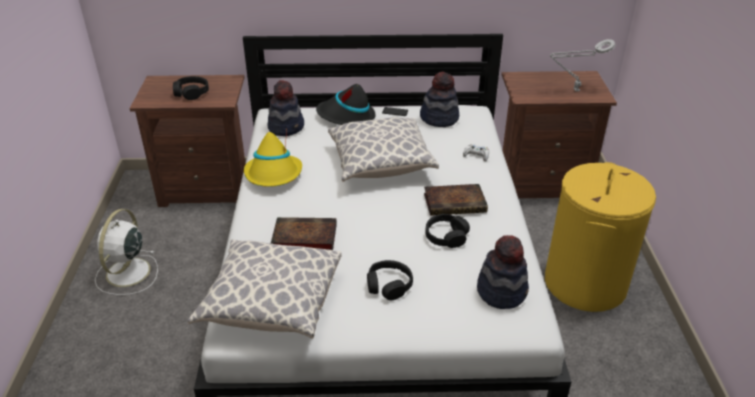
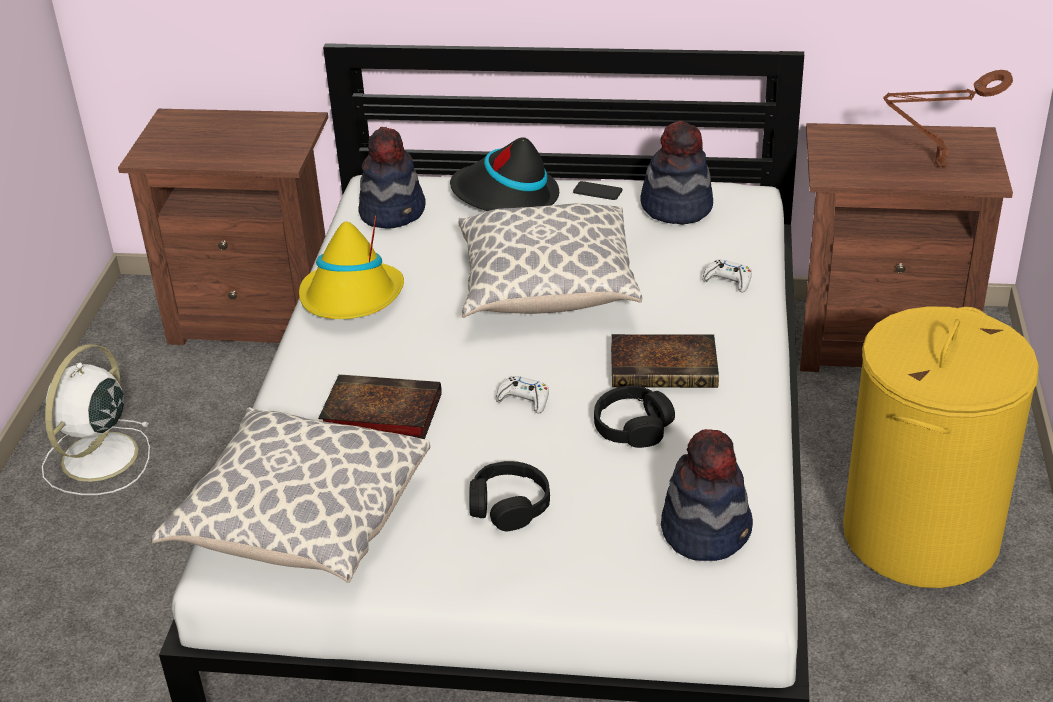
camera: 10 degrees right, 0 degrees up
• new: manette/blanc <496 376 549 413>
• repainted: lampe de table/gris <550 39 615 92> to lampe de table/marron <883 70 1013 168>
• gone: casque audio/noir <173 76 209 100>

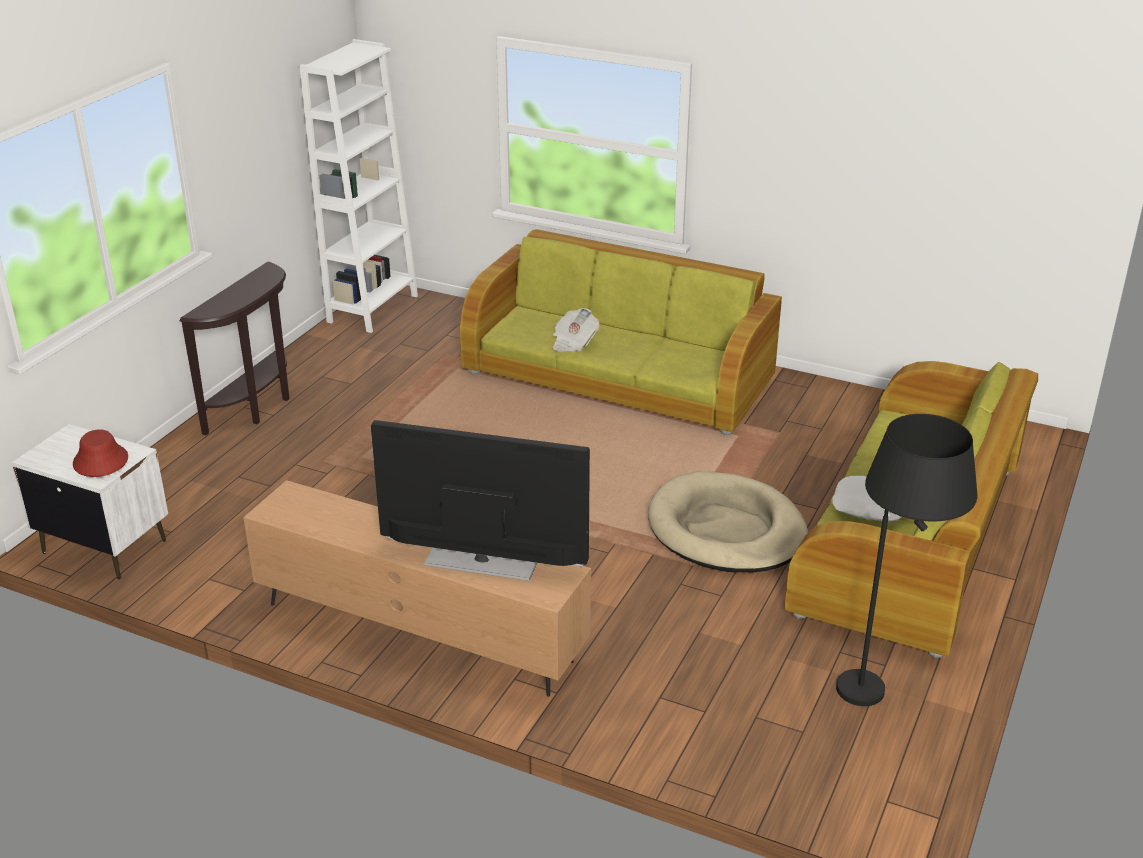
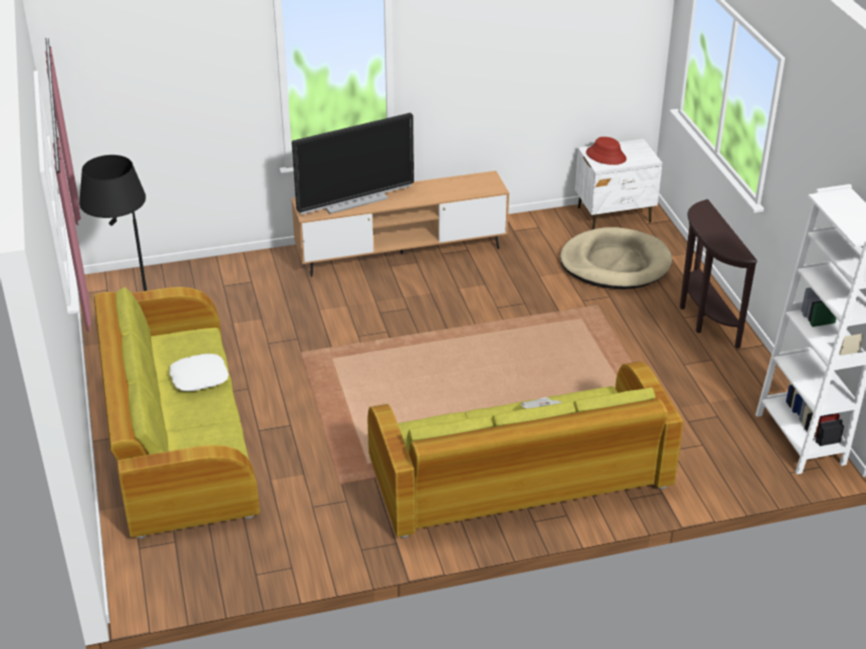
camera: 140 degrees right, 5 degrees up
• shifted: panier pour chien/beige <648 471 808 572> to <560 227 672 289>

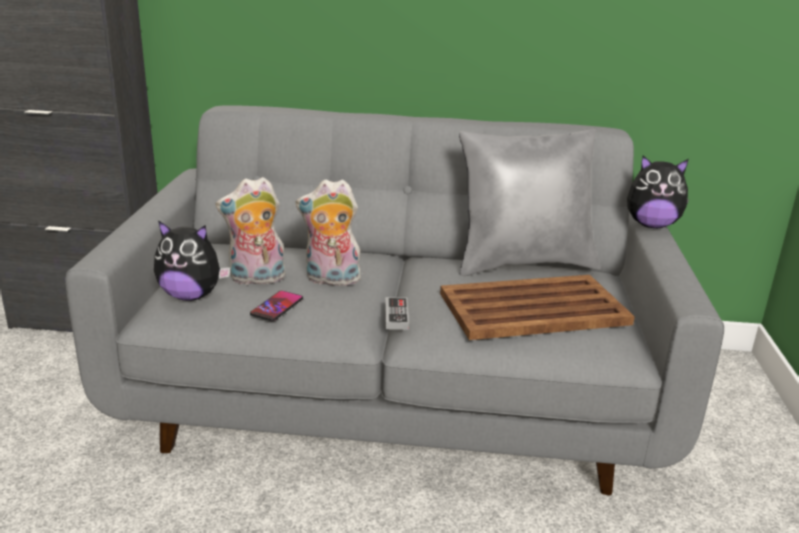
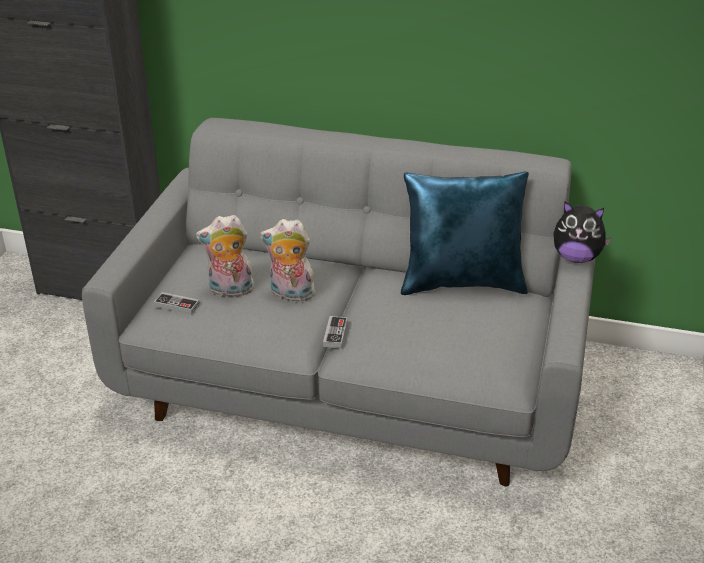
camera: 10 degrees right, 10 degrees up
• swapped: peluche <154 220 231 301> to manette <154 292 200 315>
• repainted: coussin/gris <459 129 601 276> to coussin/bleu <401 171 529 295>
• gone: téléphone <250 291 303 321>
• gone: plateau/marron <440 275 635 340>

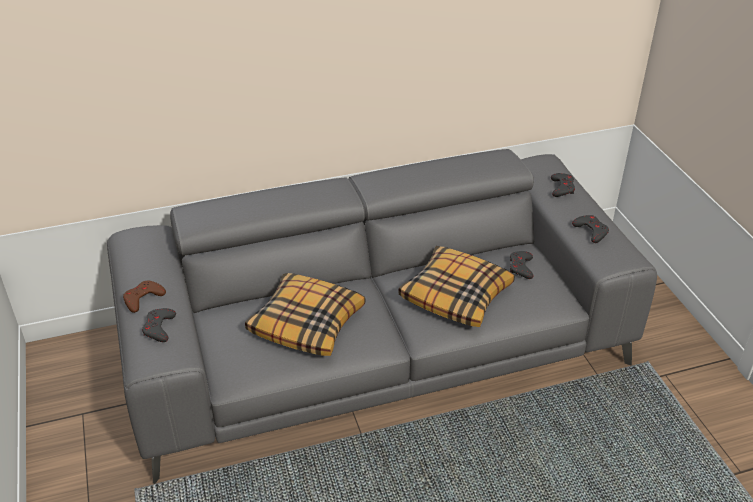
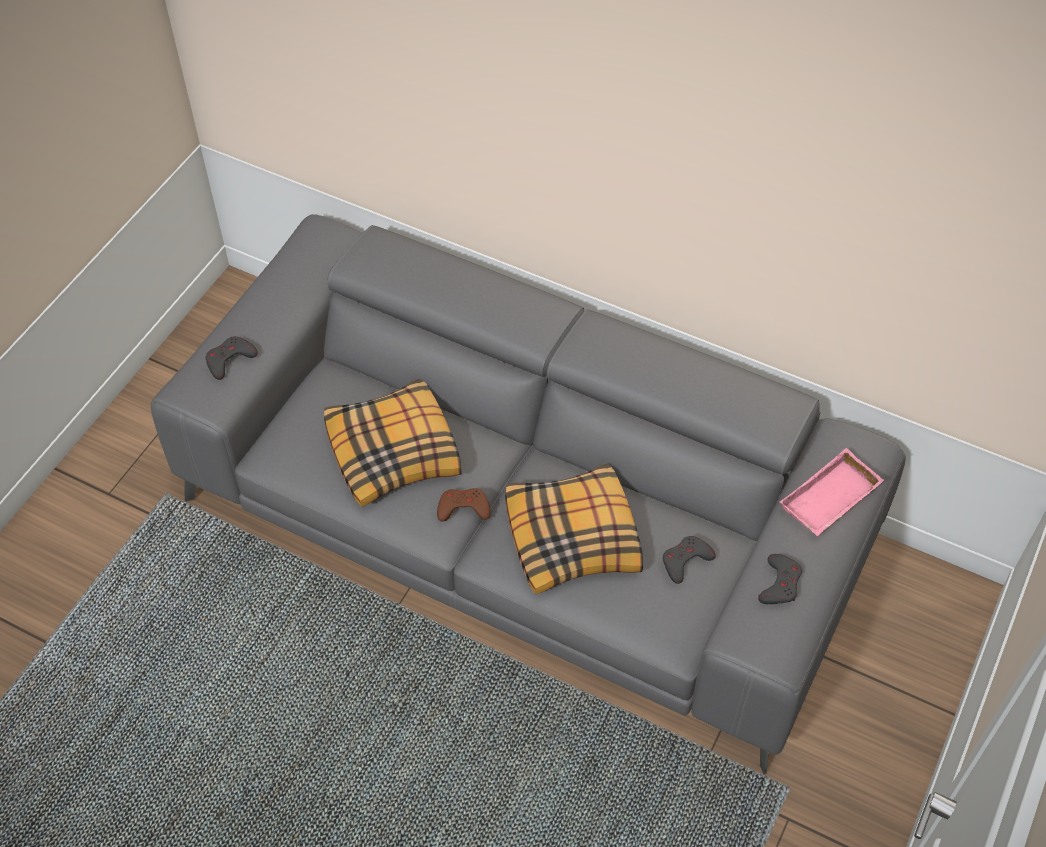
camera: 45 degrees right, 15 degrees up
• shifted: manette/marron <123 280 166 313> to <437 488 491 522>
• swapped: manette/gris <551 173 575 197> to plateau/rose <780 448 884 536>

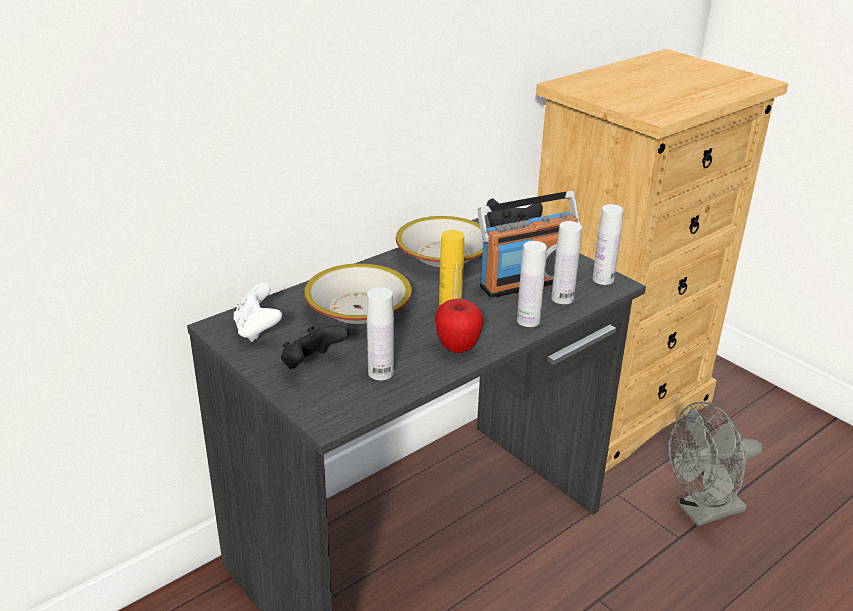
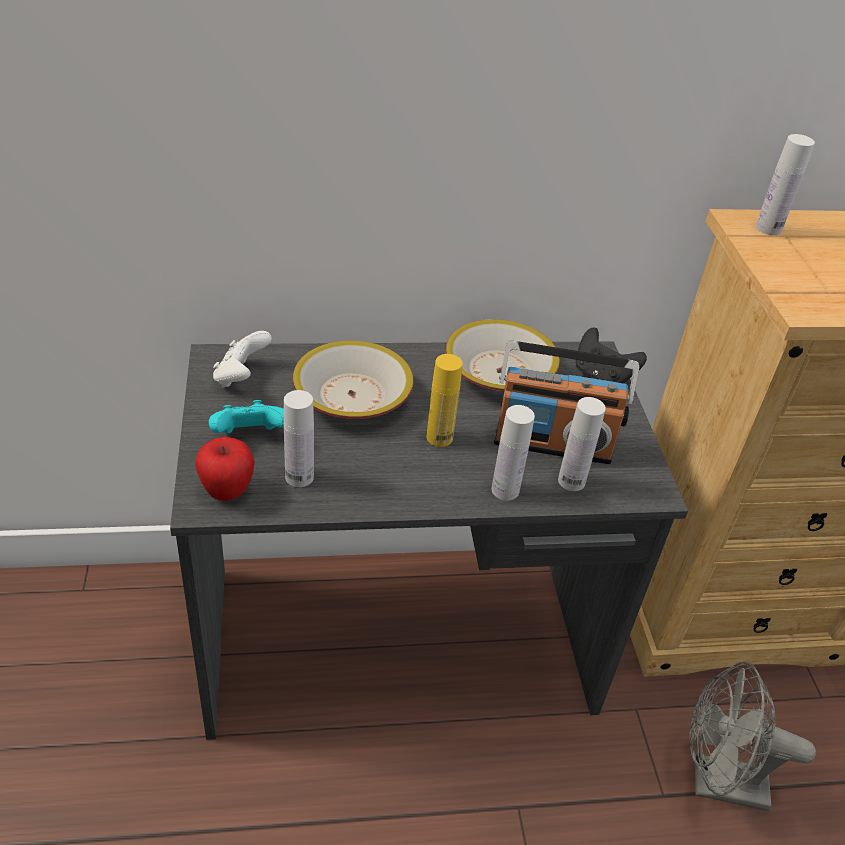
camera: 30 degrees right, 10 degrees up
• shifted: pomme <435 299 484 353> to <195 437 255 501>
• repainted: manette/noir <281 324 350 369> to manette/turquoise <209 400 284 434>
• shifted: bouteille/blanc <592 204 624 285> to <756 134 815 235>

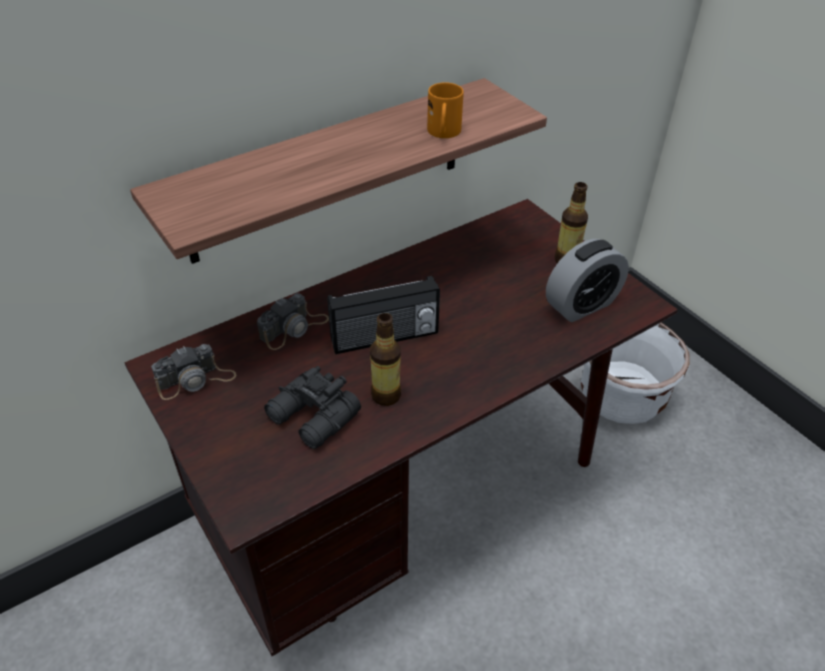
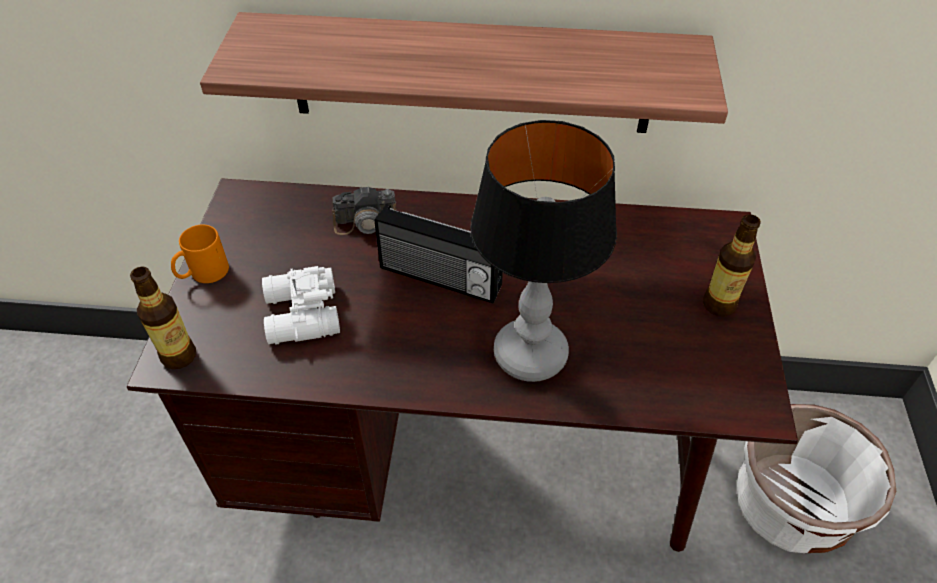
camera: 40 degrees right, 5 degrees up
• shifted: bouteille <370 313 401 406> to <130 267 196 369>
• shifted: mug/orange <427 82 464 138> to <171 224 229 283>
• repainted: jumelles/noir <264 366 361 449> to jumelles/blanc <262 266 340 344>
• new: lampe de table <470 120 617 382>
• gone: appareil photo <151 344 237 400>
• gone: réveil <546 239 629 322>

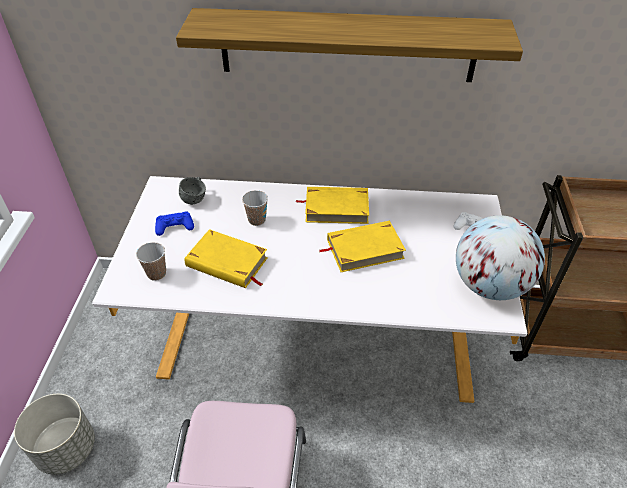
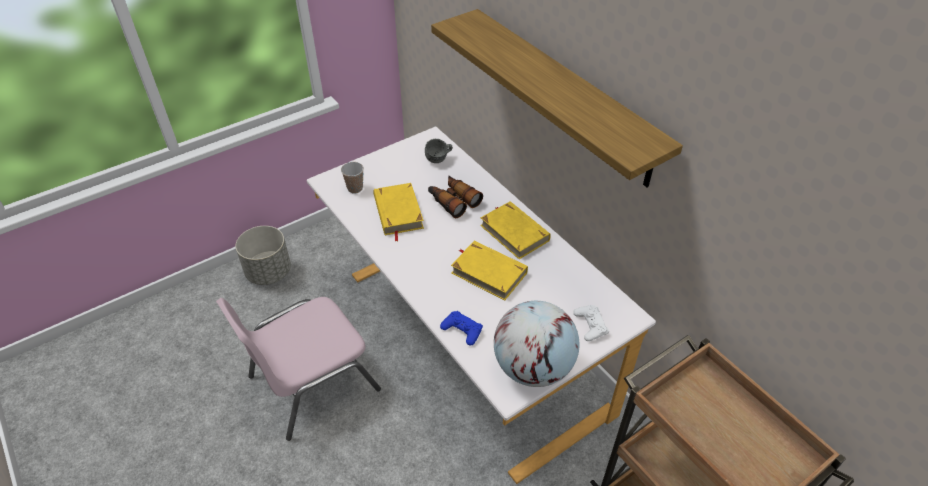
camera: 50 degrees right, 0 degrees up
• swapped: tasse <242 190 268 226> to jumelles <428 176 483 218>
• shifted: manette/bleu <155 211 194 236> to <440 311 483 346>

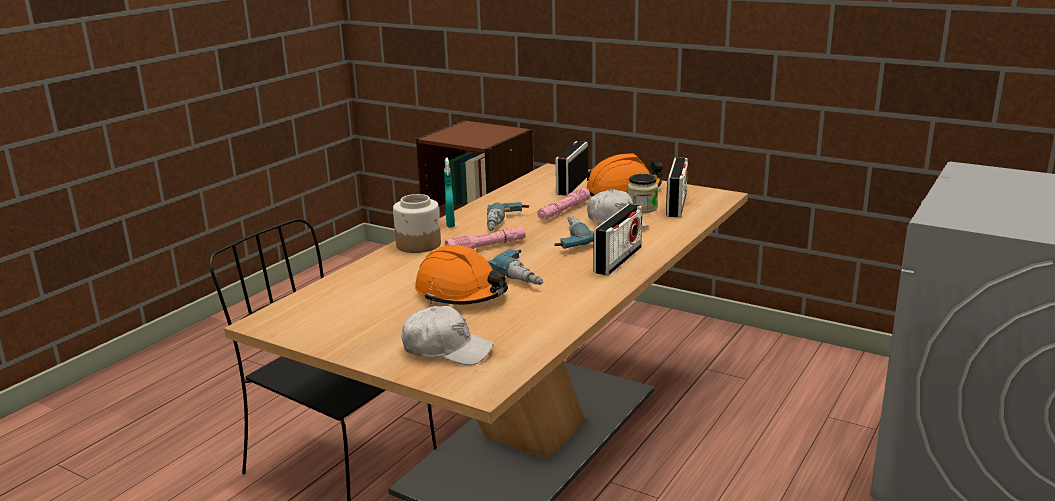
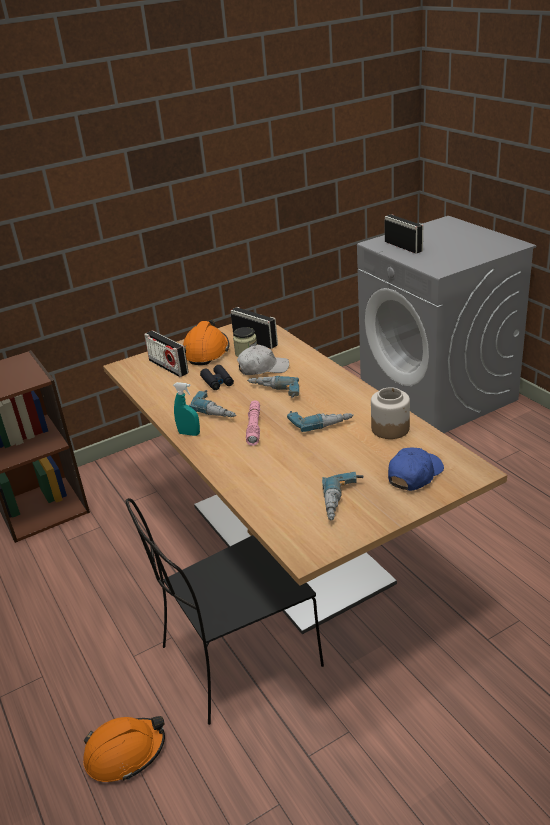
camera: 60 degrees left, 10 degrees up
• shifted: casque de chantier/orange <415 245 508 305> to <83 716 165 782>
• swapped: lampe de poche/rose <537 188 590 220> to jumelles/noir <200 365 234 390>
• new: perceuse <322 472 363 520>
• shifted: bocal <393 194 441 253> to <371 387 410 439>
• shifted: radio <593 204 642 275> to <384 214 423 254>
• repainted: casquette/blanc <402 306 494 365> to casquette/bleu <388 448 444 491>

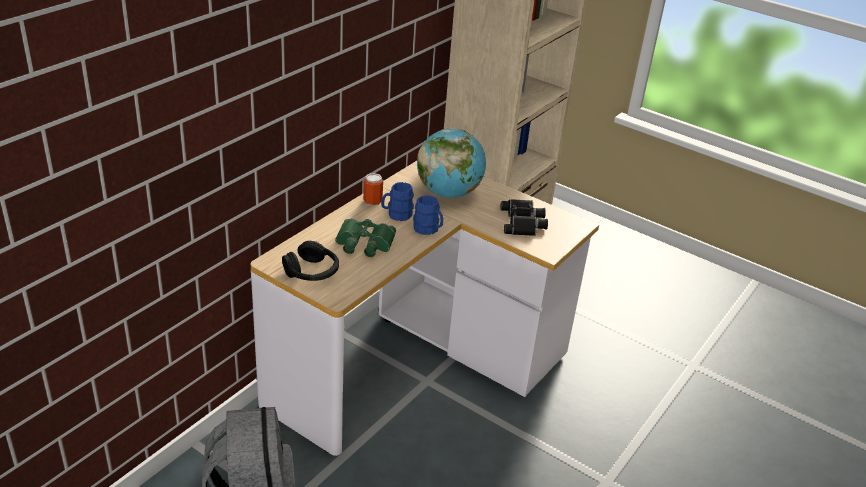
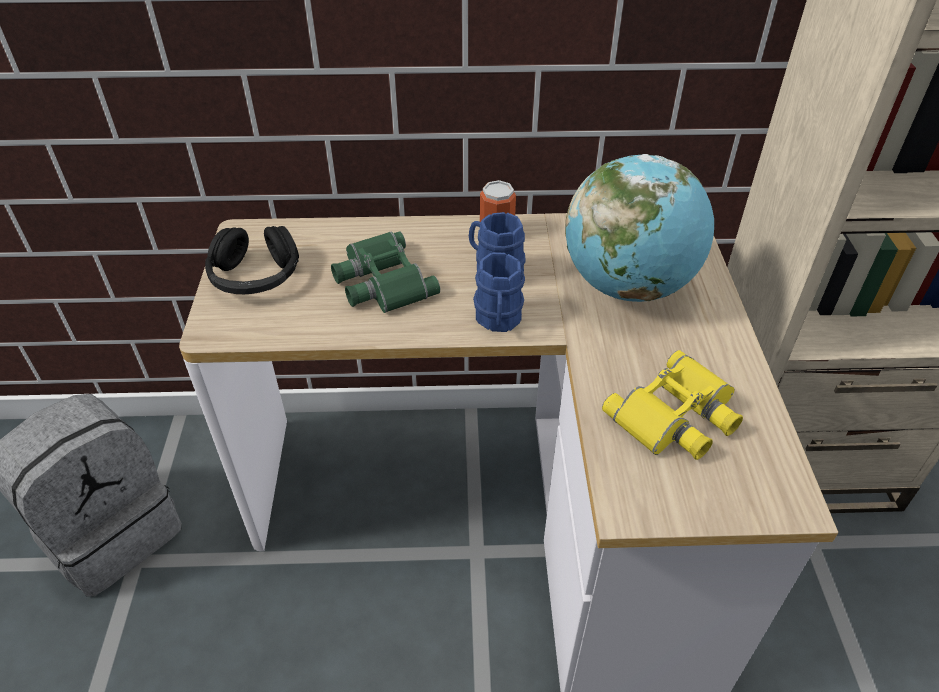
camera: 55 degrees right, 10 degrees up
• repainted: jumelles/noir <501 199 548 236> to jumelles/jaune <602 350 743 460>

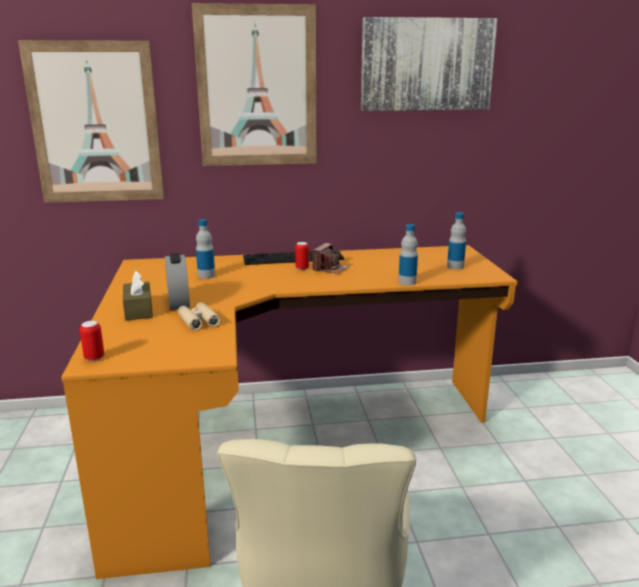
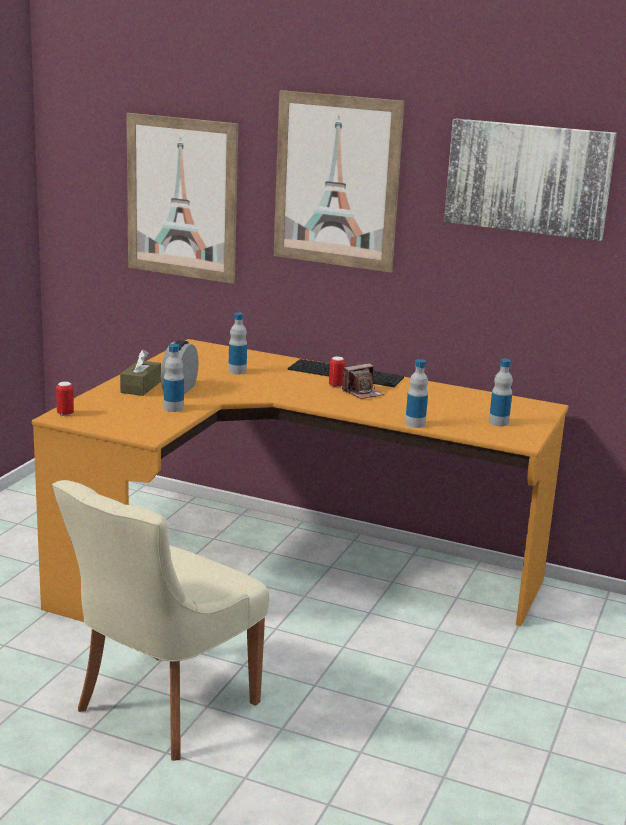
camera: 30 degrees right, 0 degrees up
• swapped: jumelles/beige <178 302 220 331> to bouteille <164 344 184 412>

